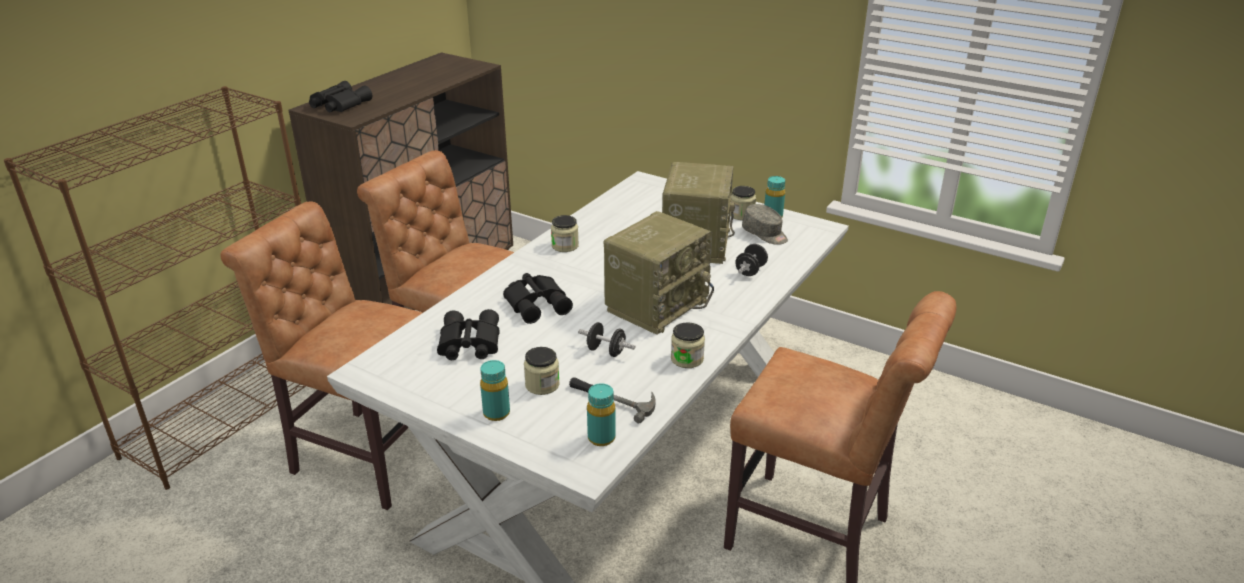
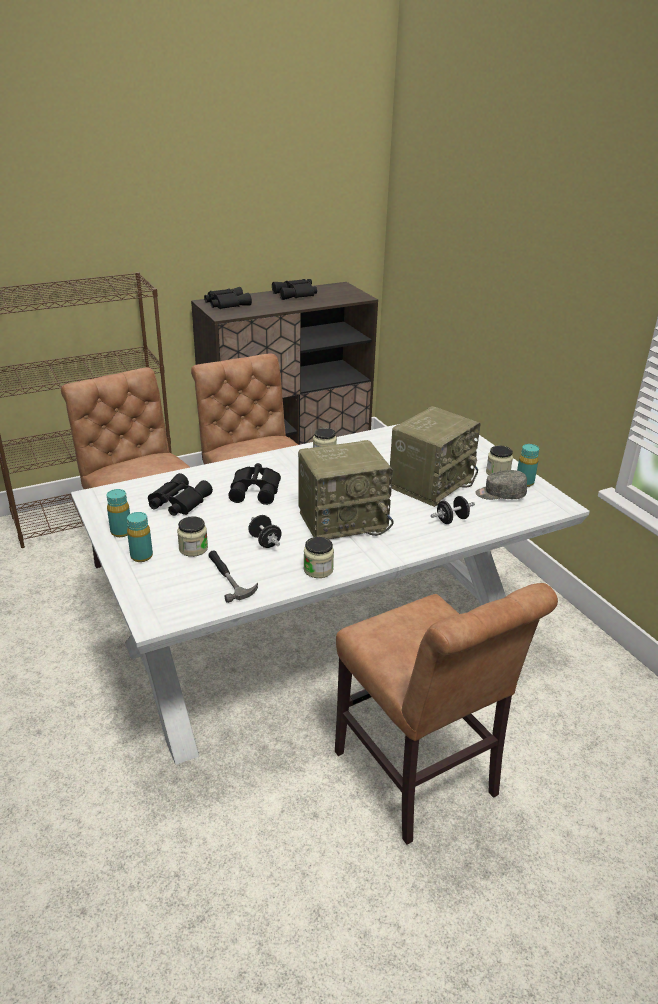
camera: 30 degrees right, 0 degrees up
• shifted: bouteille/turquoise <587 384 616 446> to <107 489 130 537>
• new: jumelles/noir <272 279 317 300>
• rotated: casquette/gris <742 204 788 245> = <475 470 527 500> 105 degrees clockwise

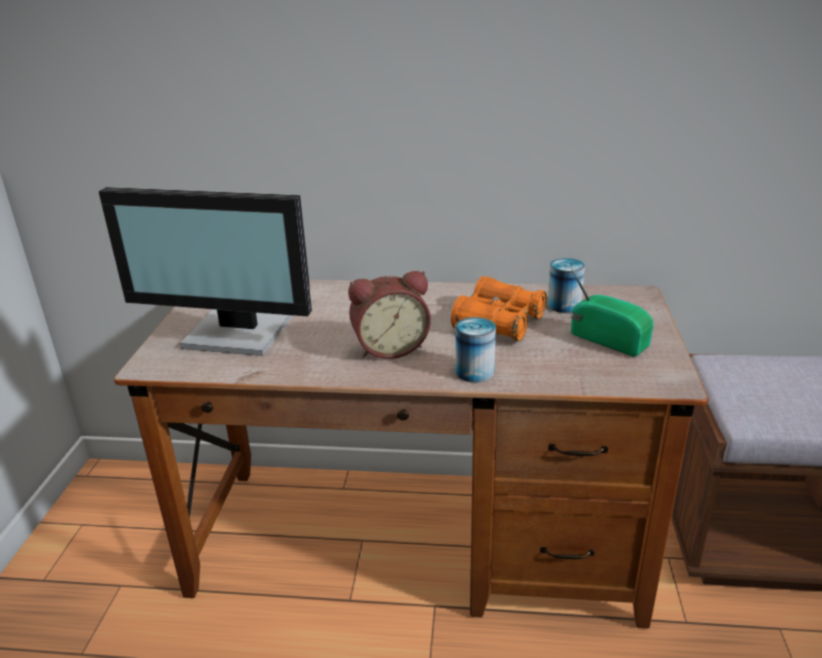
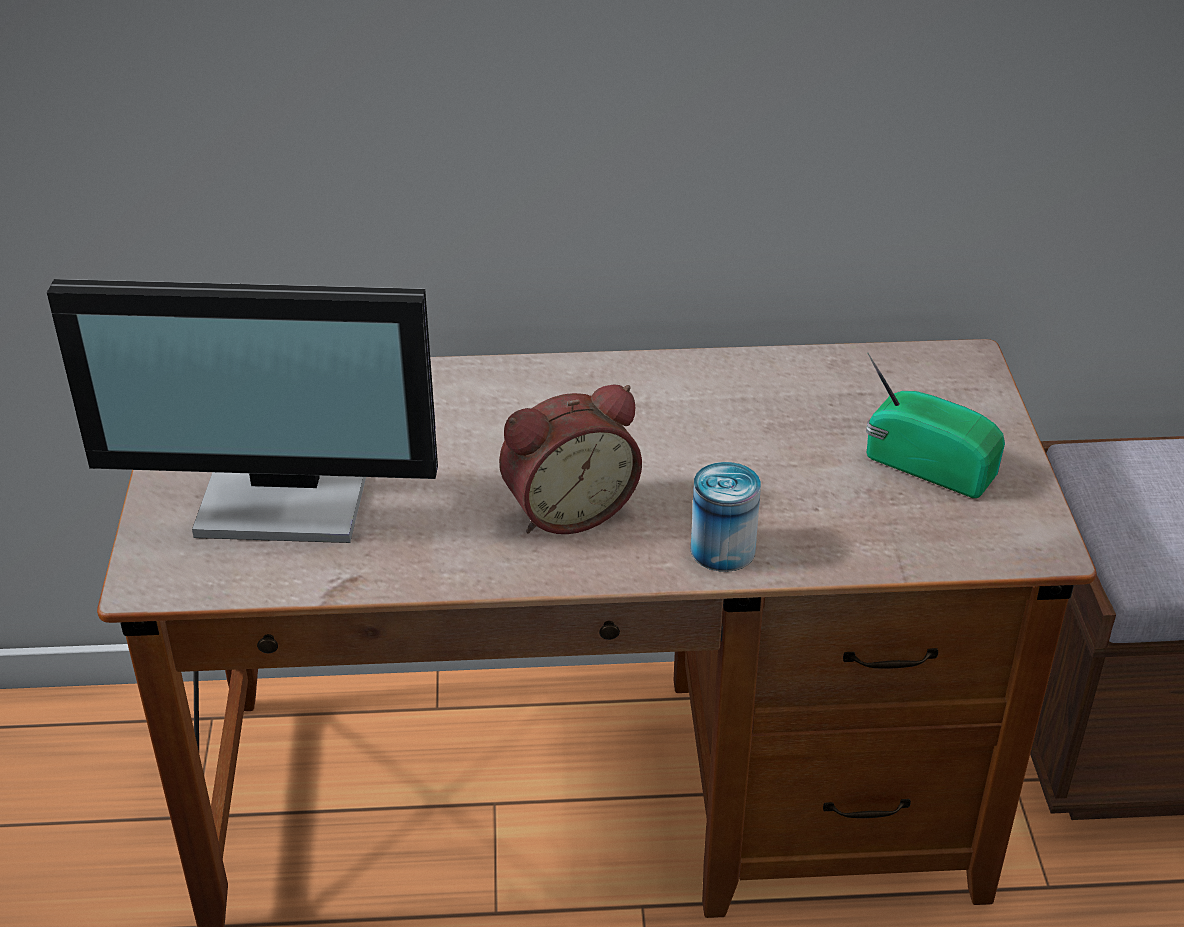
camera: 10 degrees left, 10 degrees up
• gone: jumelles/orange <451 276 547 342>
• gone: boîte métallique <547 258 585 313>

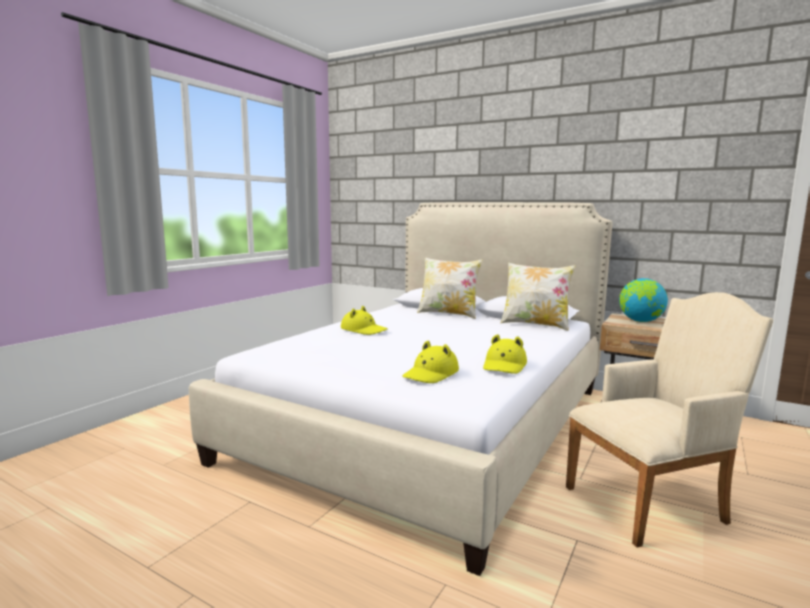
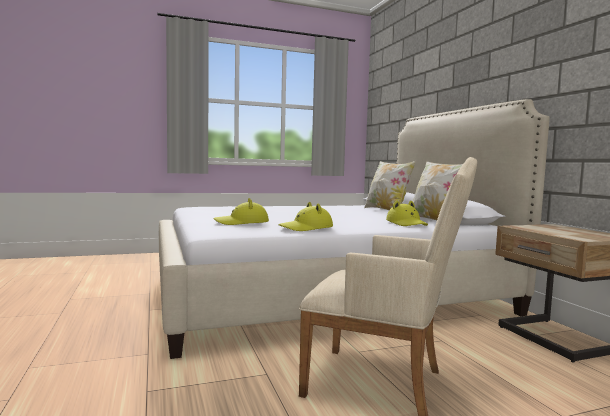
camera: 40 degrees right, 5 degrees down
• shifted: chapeau/jaune <341 306 388 335> to <386 201 428 226>
• gone: globe <619 278 668 322>

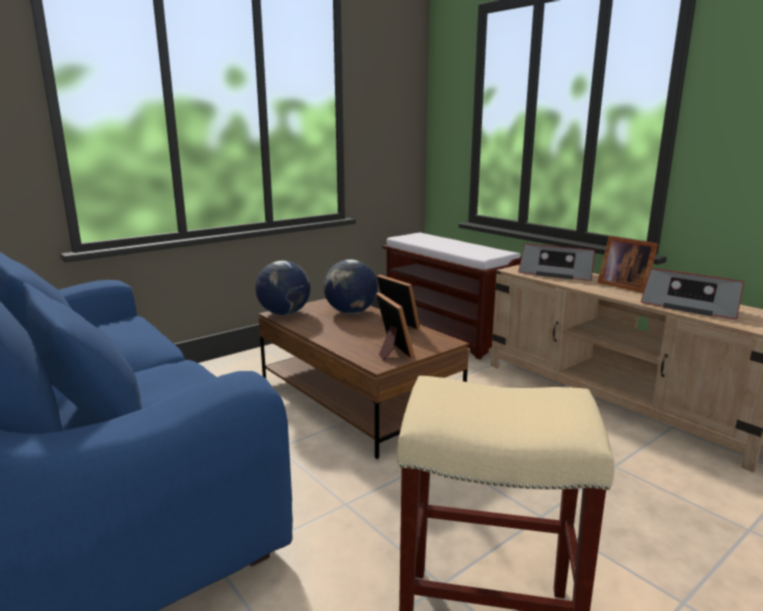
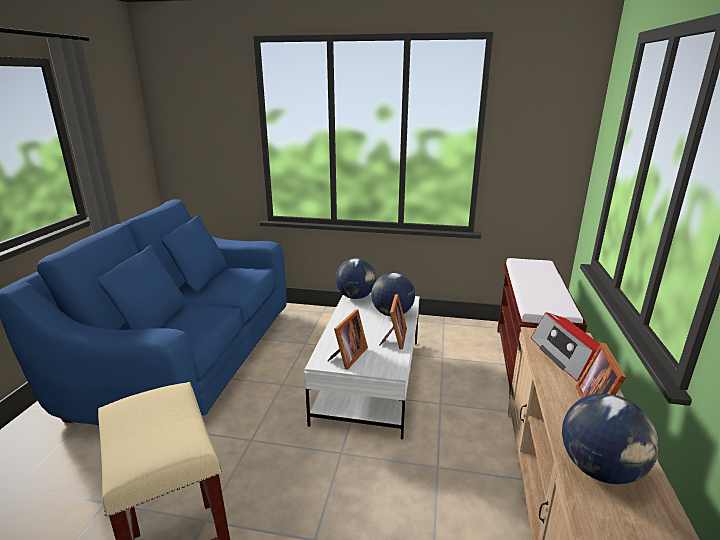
camera: 50 degrees right, 5 degrees up
• repainted: table basse/marron <258 298 469 459> to table basse/blanc <305 293 420 439>
• swapped: radio <641 268 744 320> to globe <562 393 659 484>

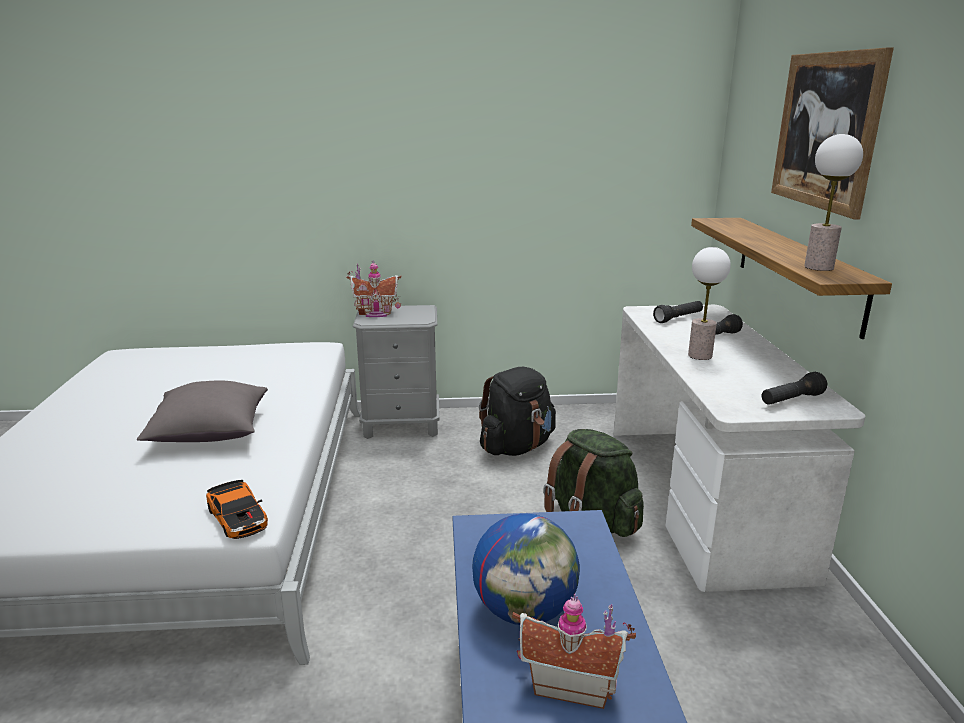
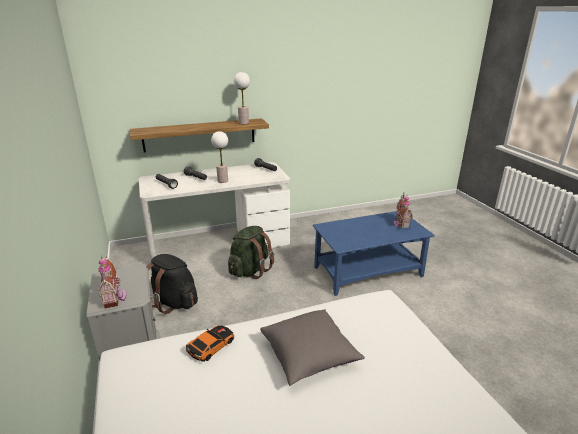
camera: 105 degrees left, 5 degrees up
• shifted: petite voiture <206 480 268 539> to <186 325 234 362>
• gone: globe <472 514 580 625>
• gone: tableau <771 48 894 219>

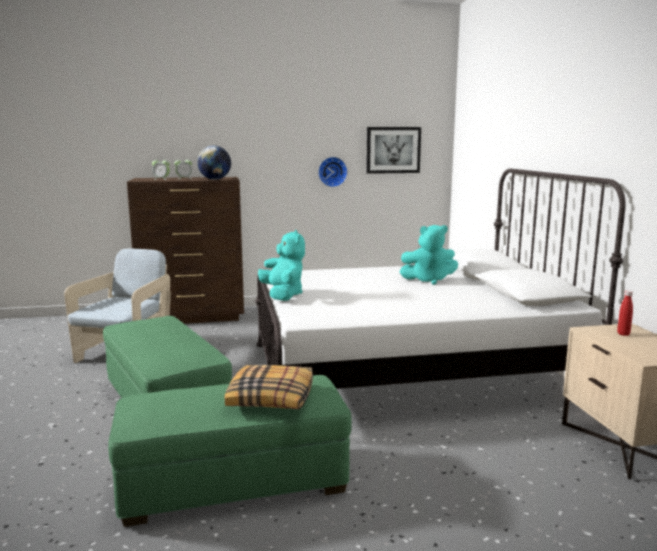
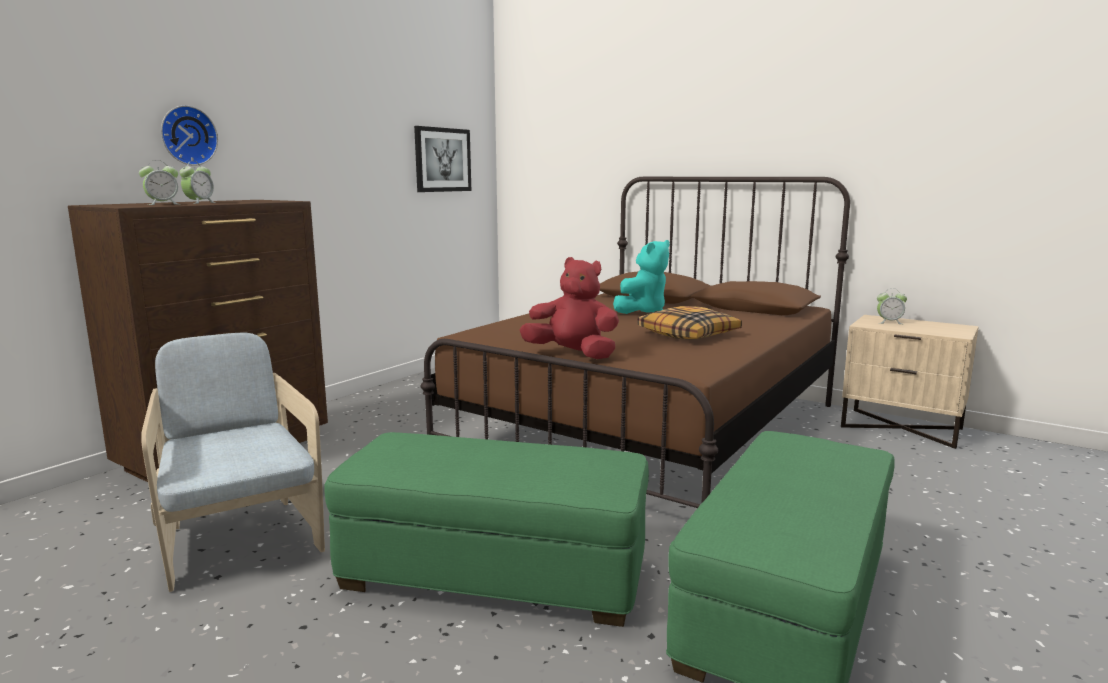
camera: 45 degrees left, 0 degrees up
• shifted: horloge murale <318 157 348 187> to <161 105 218 166>
• repainted: lit/blanc <255 169 626 389> to lit/marron <421 177 850 508>
• repainted: peluche/turquoise <258 230 305 301> to peluche/rouge <520 257 619 359>
• shifted: coussin <225 365 313 409> to <638 306 742 340>
• swapped: bouteille/rouge <617 291 633 336> to réveil <877 288 907 324>
• gone: globe <197 146 231 180>

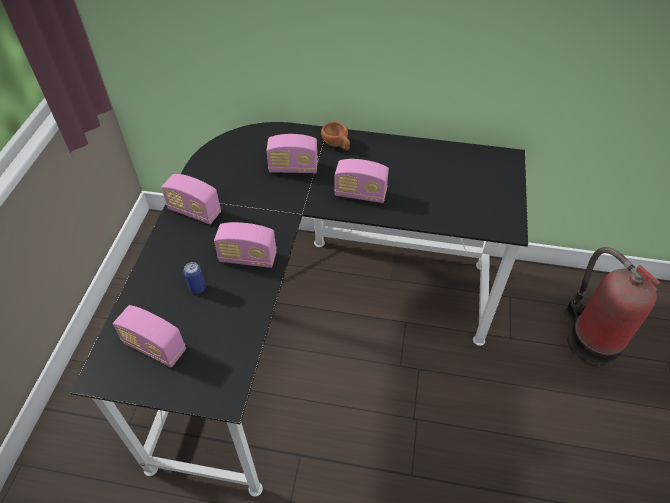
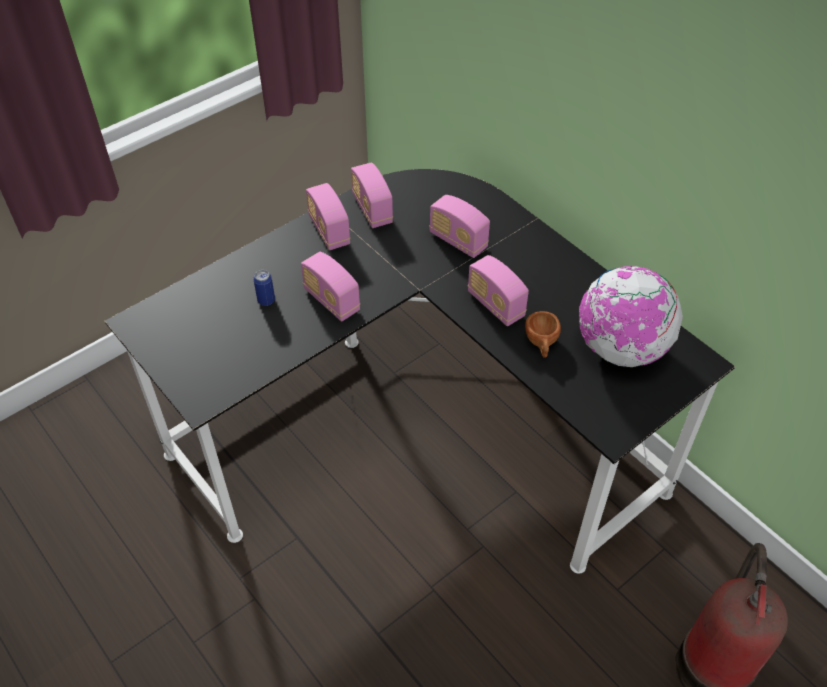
camera: 40 degrees right, 0 degrees up
• shifted: radio <113 305 186 367> to <351 163 393 228>
• shifted: tasse/marron <321 121 350 150> to <525 311 561 358>
• new: globe <579 266 683 367>

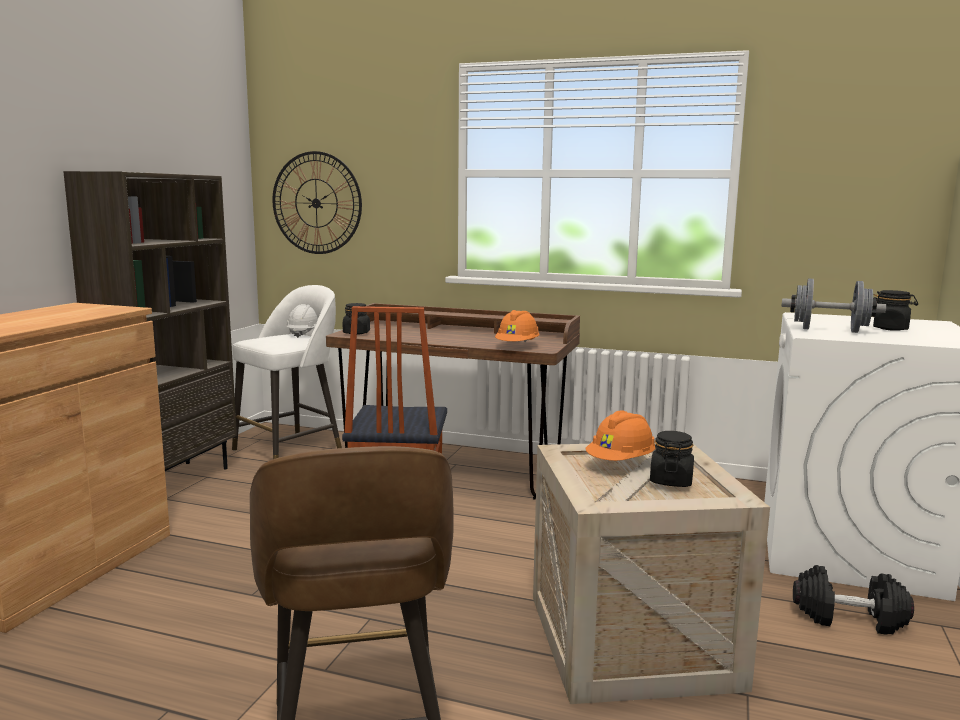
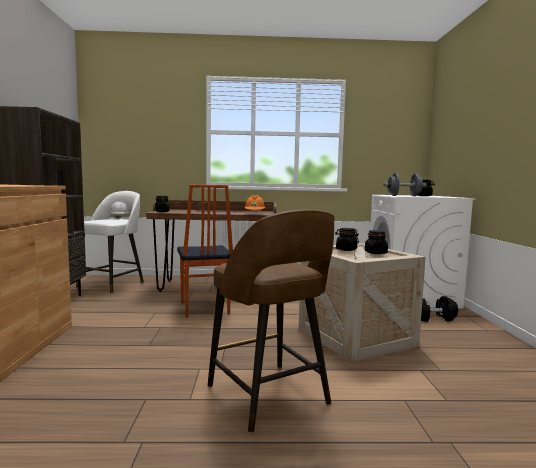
camera: 20 degrees left, 5 degrees down
• swapped: casque de chantier/orange <585 410 655 461> to bocal/noir <335 228 359 251>
• gone: horloge murale <273 151 362 254>

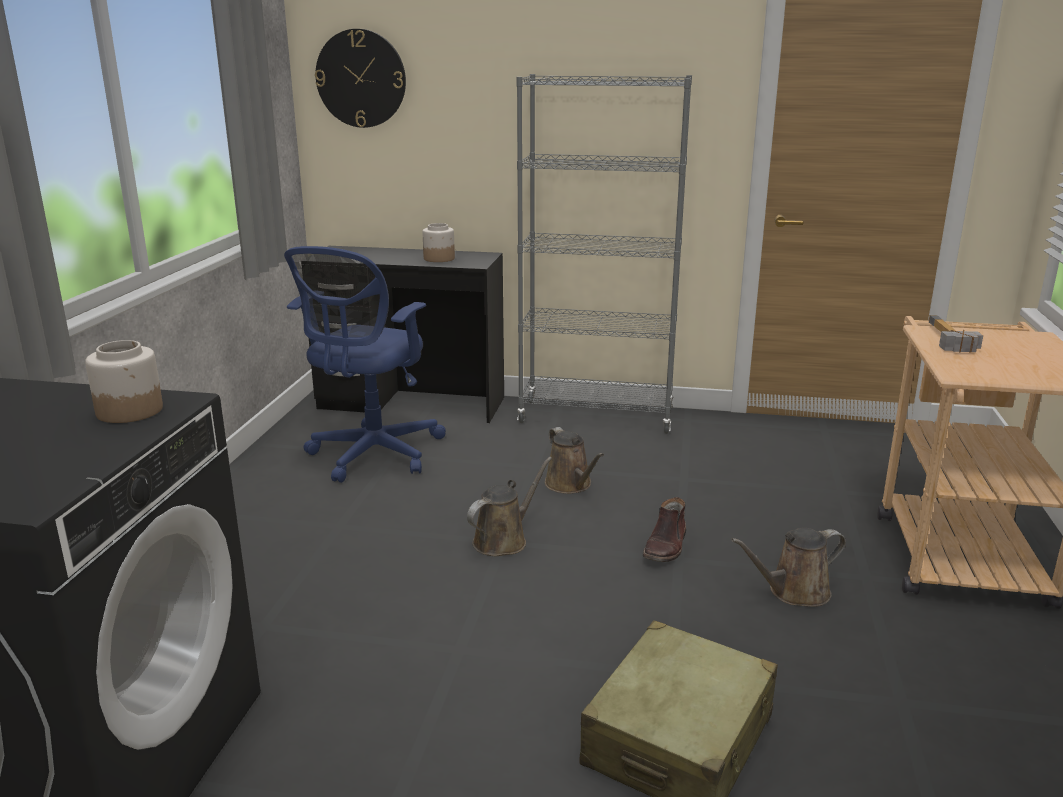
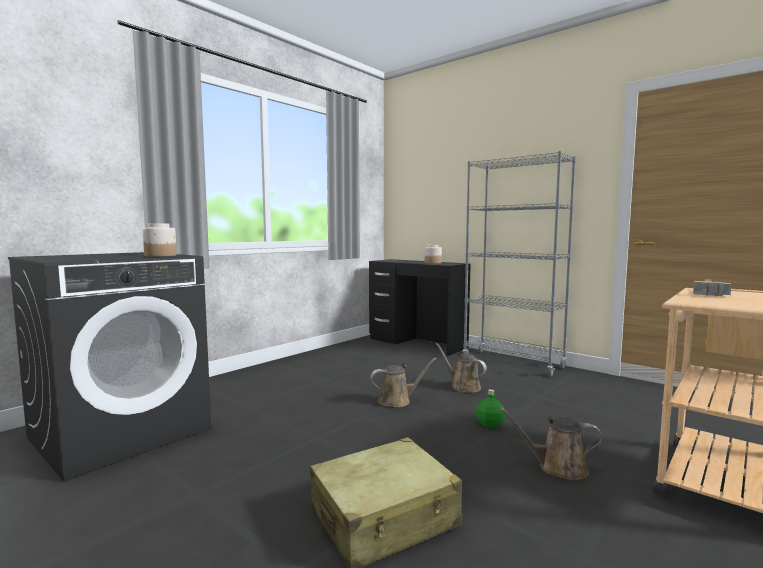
camera: 30 degrees right, 15 degrees down
• rotated: arrosoir/marron <545 427 604 494> = <435 343 487 393> 135 degrees clockwise
• swapped: botte/marron <643 497 686 562> to bouteille/vert <476 389 505 428>
• gone: chaise de bureau/bleu <284 246 446 483>
• gone: horloge murale <315 29 406 128>

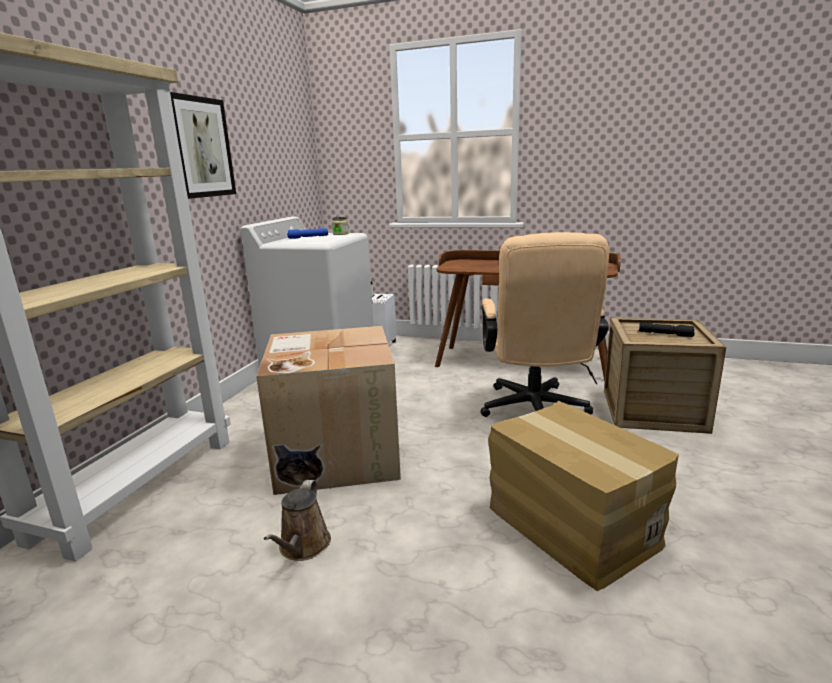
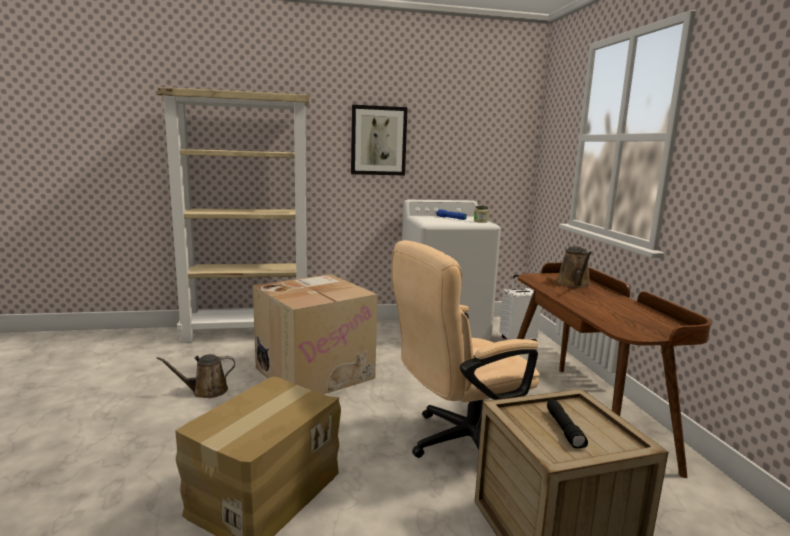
camera: 60 degrees right, 5 degrees down
• new: arrosoir/marron <557 246 592 288>

